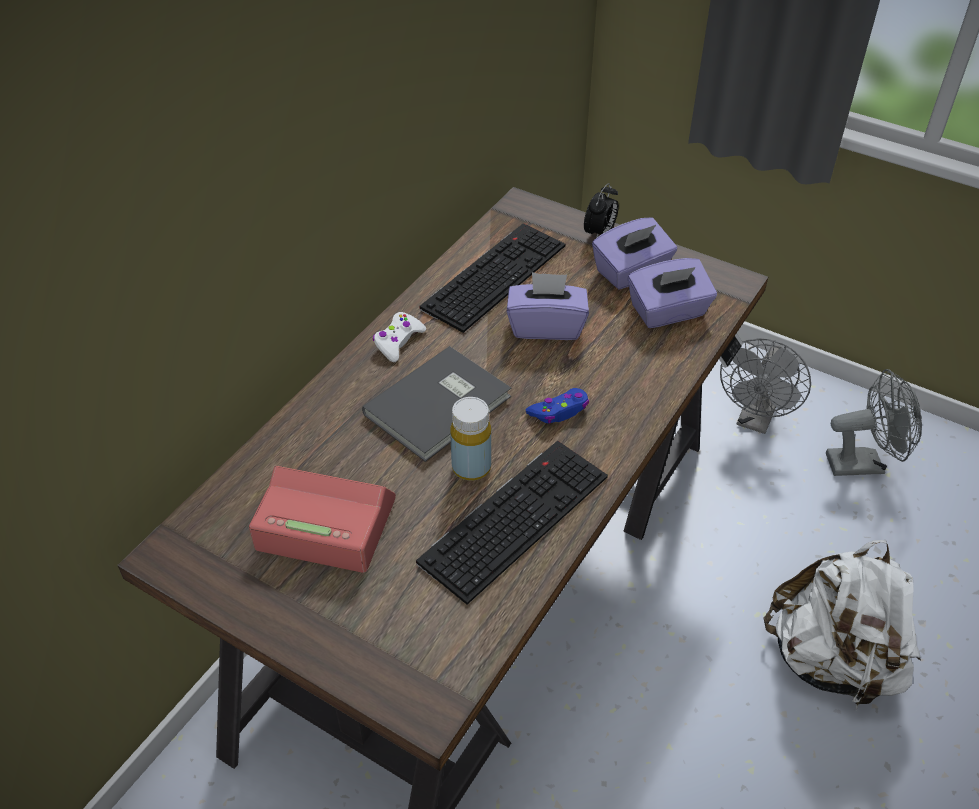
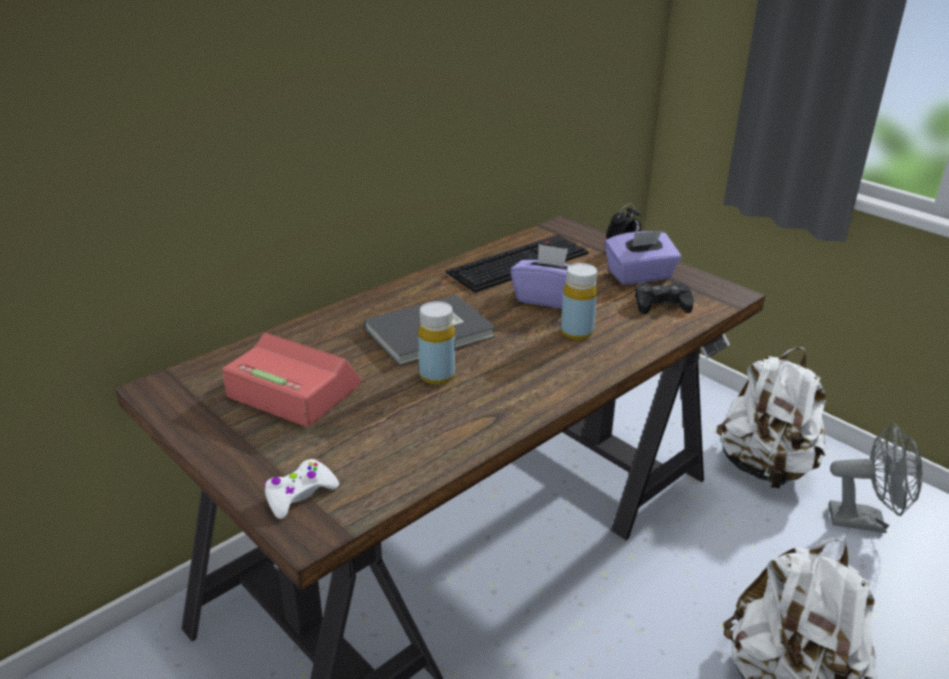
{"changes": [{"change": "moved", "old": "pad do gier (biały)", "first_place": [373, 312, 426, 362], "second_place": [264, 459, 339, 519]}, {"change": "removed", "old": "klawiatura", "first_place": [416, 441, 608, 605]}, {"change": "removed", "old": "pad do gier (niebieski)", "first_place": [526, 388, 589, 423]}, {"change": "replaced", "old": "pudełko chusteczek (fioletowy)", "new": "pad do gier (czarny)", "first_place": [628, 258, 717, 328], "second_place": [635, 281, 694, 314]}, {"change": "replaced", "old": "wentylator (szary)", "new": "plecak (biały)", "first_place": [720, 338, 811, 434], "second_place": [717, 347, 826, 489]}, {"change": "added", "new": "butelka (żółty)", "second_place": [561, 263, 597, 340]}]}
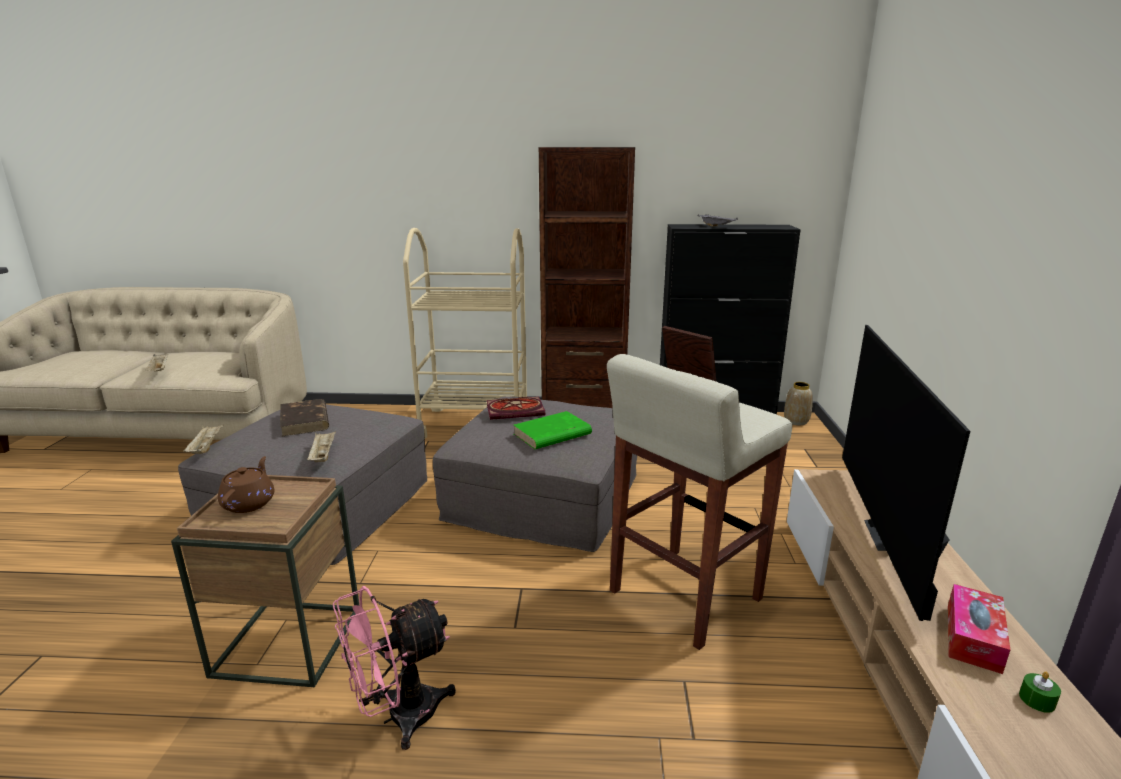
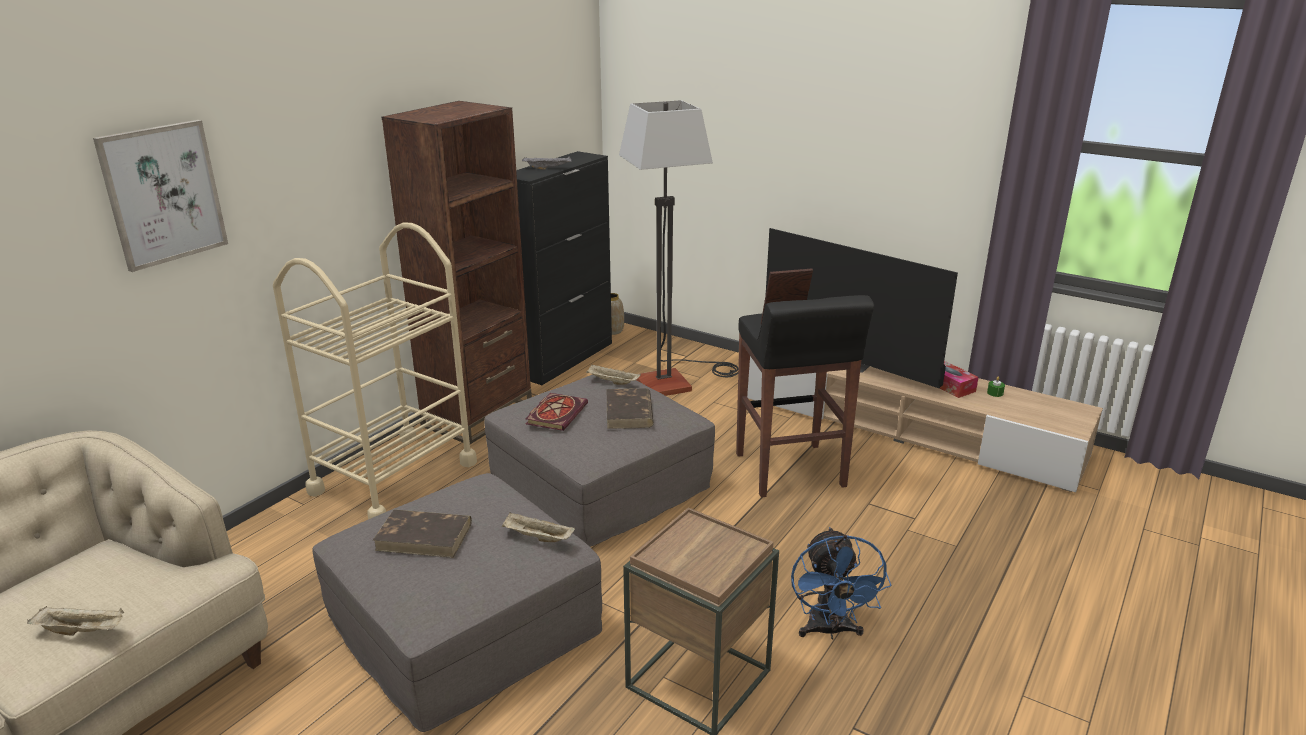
{"changes": [{"change": "moved", "old": "taca (beżowy)", "first_place": [183, 425, 224, 454], "second_place": [586, 365, 641, 385]}, {"change": "removed", "old": "imbryk (brązowy)", "first_place": [218, 456, 274, 513]}, {"change": "recoloured", "old": "wentylator (różowy)", "new": "wentylator (niebieski)", "first_place": [333, 586, 456, 750], "second_place": [791, 527, 891, 640]}, {"change": "recoloured", "old": "książka (zielony)", "new": "książka (brązowy)", "first_place": [513, 411, 592, 449], "second_place": [607, 388, 654, 429]}, {"change": "recoloured", "old": "stołek (beżowy)", "new": "stołek (czarny)", "first_place": [607, 354, 792, 650], "second_place": [736, 295, 874, 498]}, {"change": "added", "new": "obraz", "second_place": [93, 120, 228, 272]}, {"change": "added", "new": "lampa stojąca", "second_place": [619, 100, 738, 396]}]}
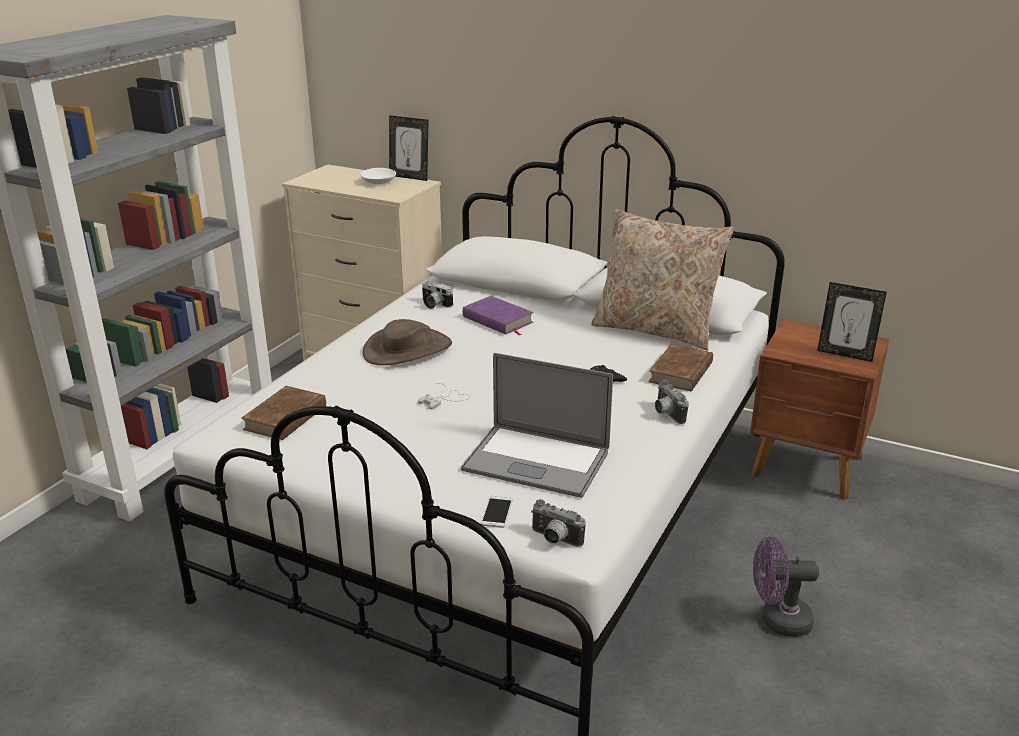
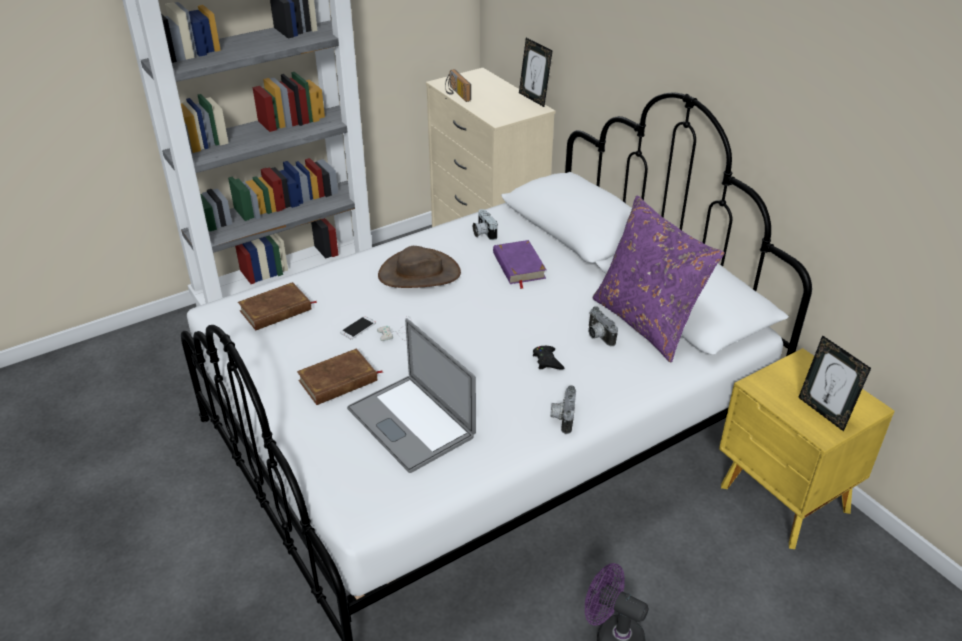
{"changes": [{"change": "removed", "old": "miska (biały)", "first_place": [360, 168, 396, 184]}, {"change": "moved", "old": "telefon", "first_place": [481, 496, 513, 528], "second_place": [340, 316, 376, 339]}, {"change": "moved", "old": "aparat fotograficzny", "first_place": [531, 499, 586, 547], "second_place": [588, 306, 618, 346]}, {"change": "recoloured", "old": "poduszka (beżowy)", "new": "poduszka (fioletowy)", "first_place": [591, 209, 734, 350], "second_place": [593, 195, 725, 363]}, {"change": "moved", "old": "książka (brązowy)", "first_place": [648, 344, 713, 391], "second_place": [297, 348, 383, 405]}, {"change": "recoloured", "old": "szafka nocna (brązowy)", "new": "szafka nocna (żółty)", "first_place": [750, 319, 889, 500], "second_place": [719, 348, 895, 549]}, {"change": "added", "new": "radio", "second_place": [445, 69, 471, 102]}]}
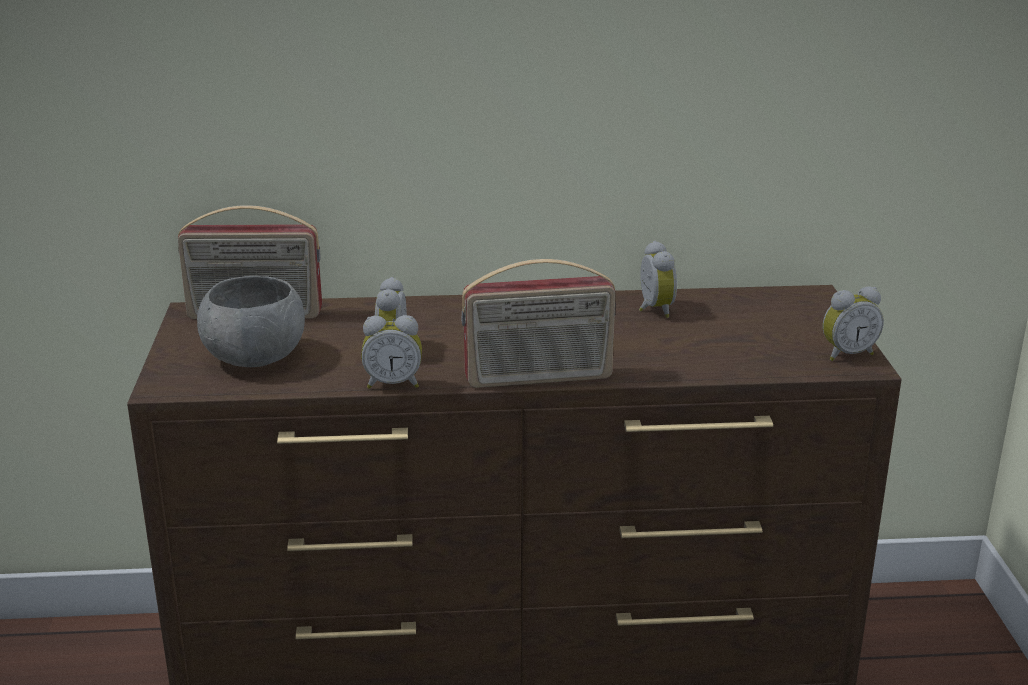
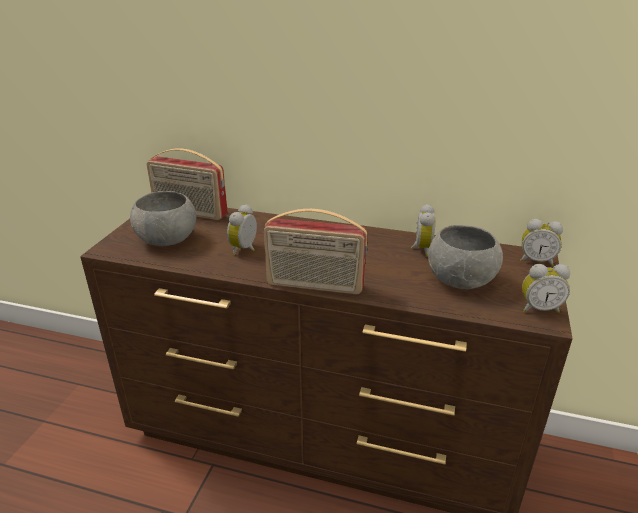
{"changes": [{"change": "moved", "old": "budzik", "first_place": [361, 315, 422, 389], "second_place": [520, 219, 563, 266]}, {"change": "added", "new": "miska (szary)", "second_place": [428, 225, 503, 289]}]}
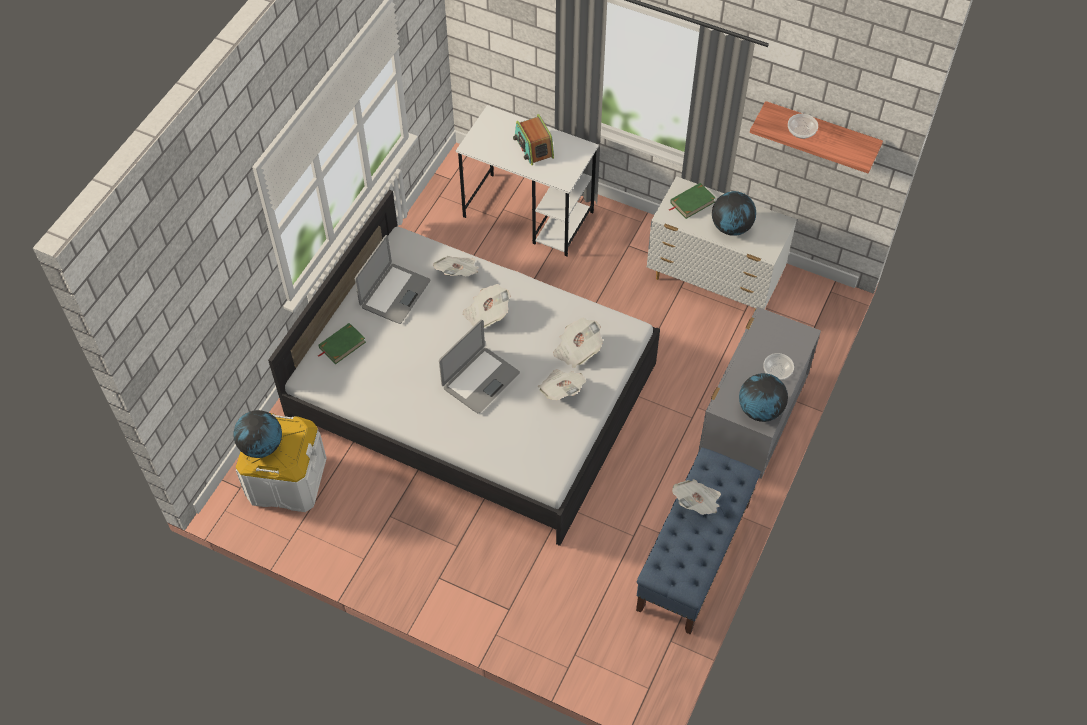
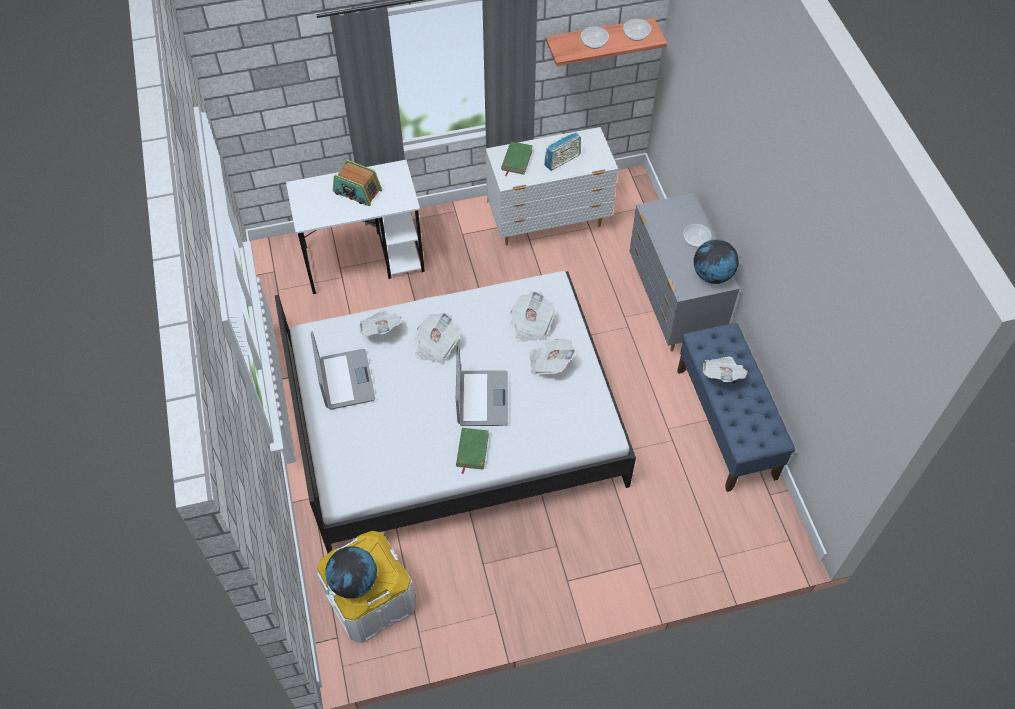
{"changes": [{"change": "moved", "old": "książka (zielony)", "first_place": [318, 323, 366, 364], "second_place": [456, 428, 489, 474]}, {"change": "replaced", "old": "globus", "new": "radio", "first_place": [712, 191, 756, 236], "second_place": [544, 131, 581, 171]}, {"change": "added", "new": "miska", "second_place": [623, 19, 651, 41]}]}
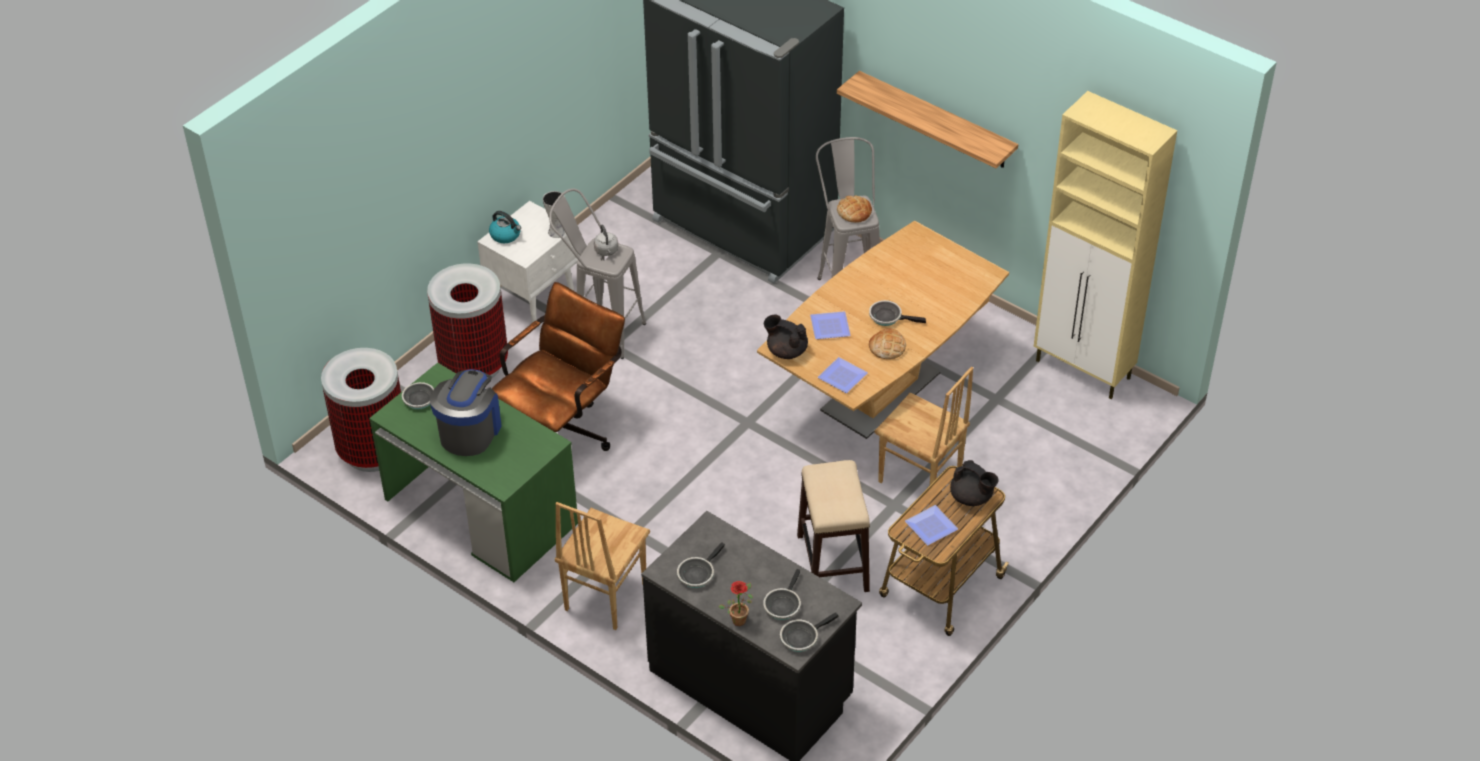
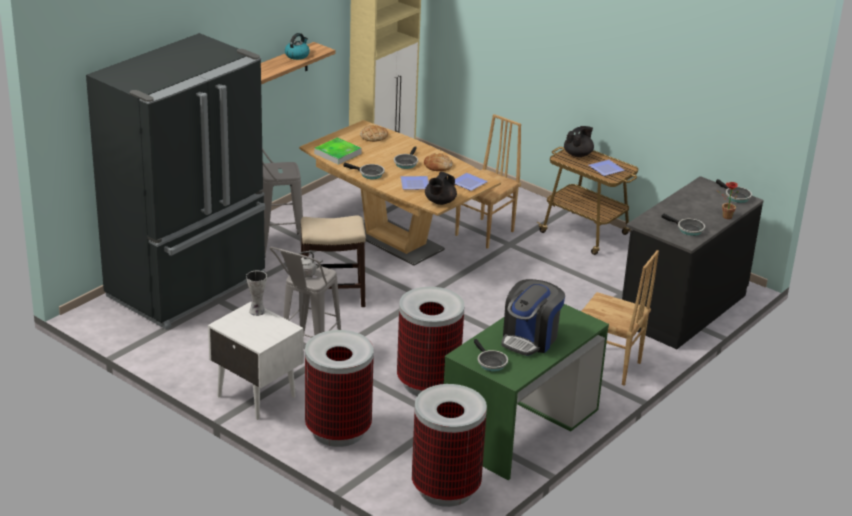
{"changes": [{"change": "turned", "old": "ekspres do kawy", "first_place": [429, 369, 502, 456], "second_place": [502, 279, 565, 356], "degrees": -75}, {"change": "moved", "old": "czajnik", "first_place": [489, 211, 521, 243], "second_place": [285, 33, 310, 60]}, {"change": "replaced", "old": "krzesło biurowe (brązowy)", "new": "kosz na śmieci", "first_place": [492, 282, 625, 451], "second_place": [397, 287, 464, 396]}, {"change": "moved", "old": "patelnia", "first_place": [763, 569, 801, 620], "second_place": [343, 163, 385, 179]}, {"change": "moved", "old": "stołek", "first_place": [797, 460, 870, 592], "second_place": [301, 215, 366, 307]}, {"change": "moved", "old": "chleb", "first_place": [837, 196, 872, 223], "second_place": [360, 125, 388, 142]}, {"change": "added", "new": "taca", "second_place": [314, 137, 362, 165]}]}
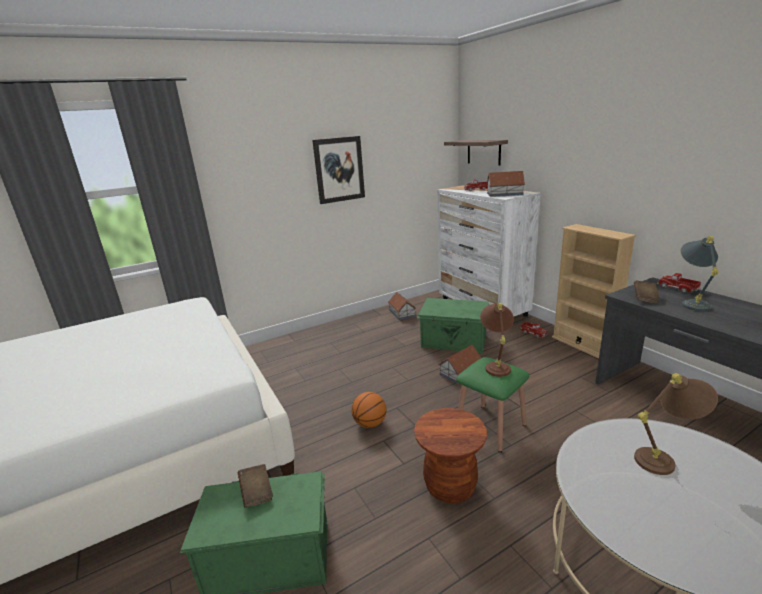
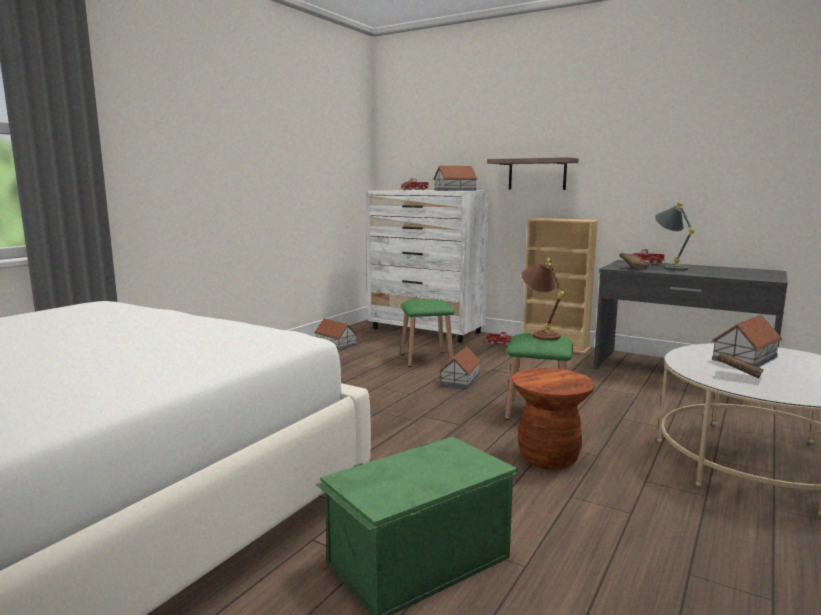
{"changes": [{"change": "moved", "old": "książka (brązowy)", "first_place": [238, 464, 273, 508], "second_place": [716, 352, 764, 379]}, {"change": "removed", "old": "obraz", "first_place": [312, 136, 365, 204]}, {"change": "removed", "old": "piłka do koszykówki", "first_place": [351, 392, 386, 428]}, {"change": "replaced", "old": "pojemnik do przechowywania (zielony)", "new": "stołek (zielony)", "first_place": [417, 298, 489, 353], "second_place": [401, 299, 454, 367]}, {"change": "moved", "old": "półka", "first_place": [444, 140, 508, 166], "second_place": [487, 157, 579, 190]}, {"change": "replaced", "old": "lampa stołowa (brązowy)", "new": "domek", "first_place": [634, 373, 718, 475], "second_place": [711, 315, 782, 367]}]}
